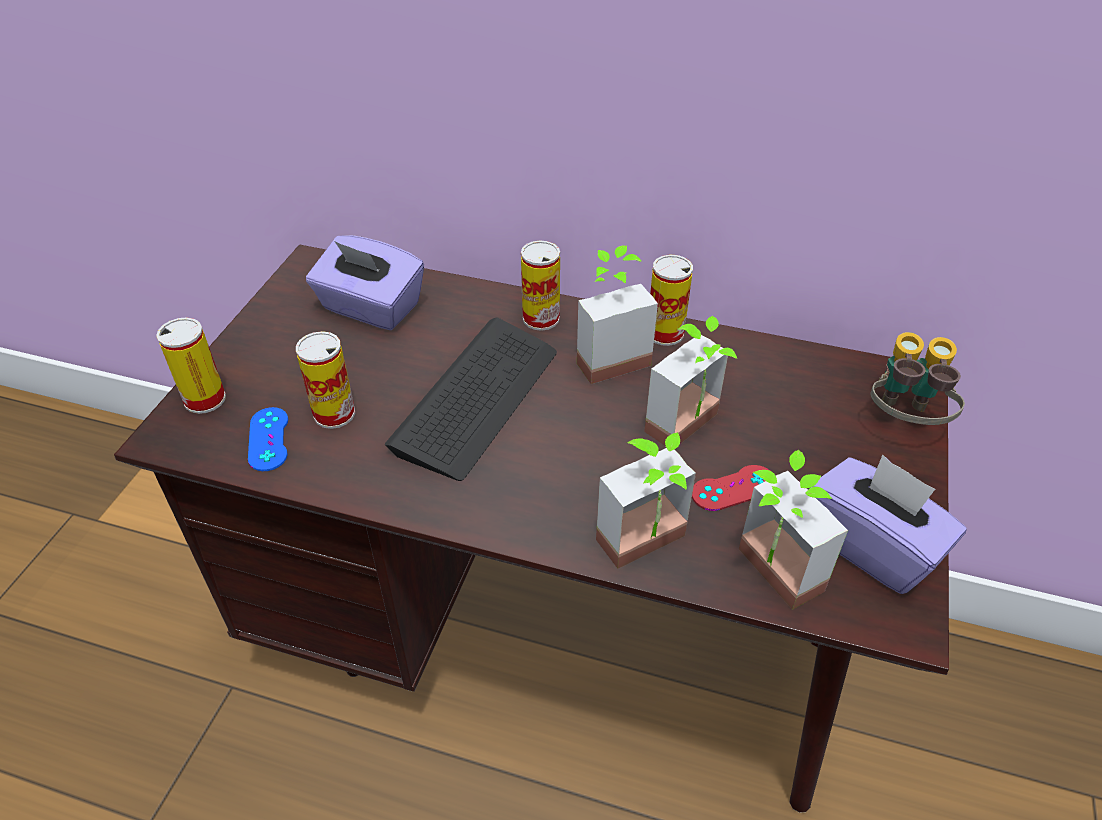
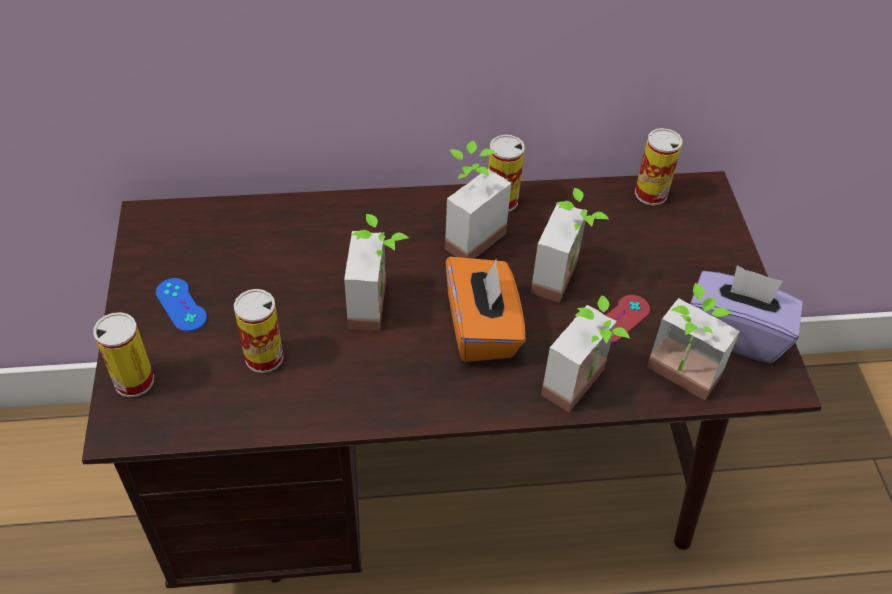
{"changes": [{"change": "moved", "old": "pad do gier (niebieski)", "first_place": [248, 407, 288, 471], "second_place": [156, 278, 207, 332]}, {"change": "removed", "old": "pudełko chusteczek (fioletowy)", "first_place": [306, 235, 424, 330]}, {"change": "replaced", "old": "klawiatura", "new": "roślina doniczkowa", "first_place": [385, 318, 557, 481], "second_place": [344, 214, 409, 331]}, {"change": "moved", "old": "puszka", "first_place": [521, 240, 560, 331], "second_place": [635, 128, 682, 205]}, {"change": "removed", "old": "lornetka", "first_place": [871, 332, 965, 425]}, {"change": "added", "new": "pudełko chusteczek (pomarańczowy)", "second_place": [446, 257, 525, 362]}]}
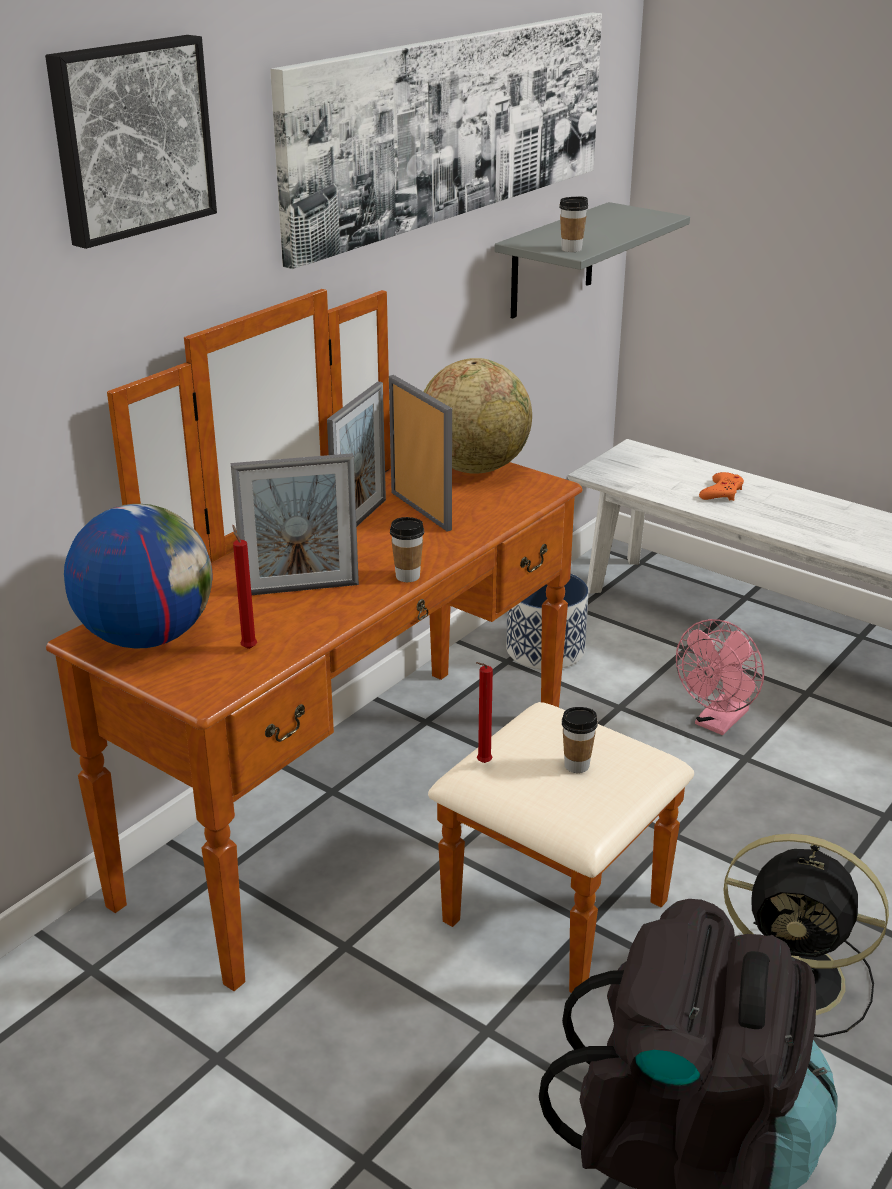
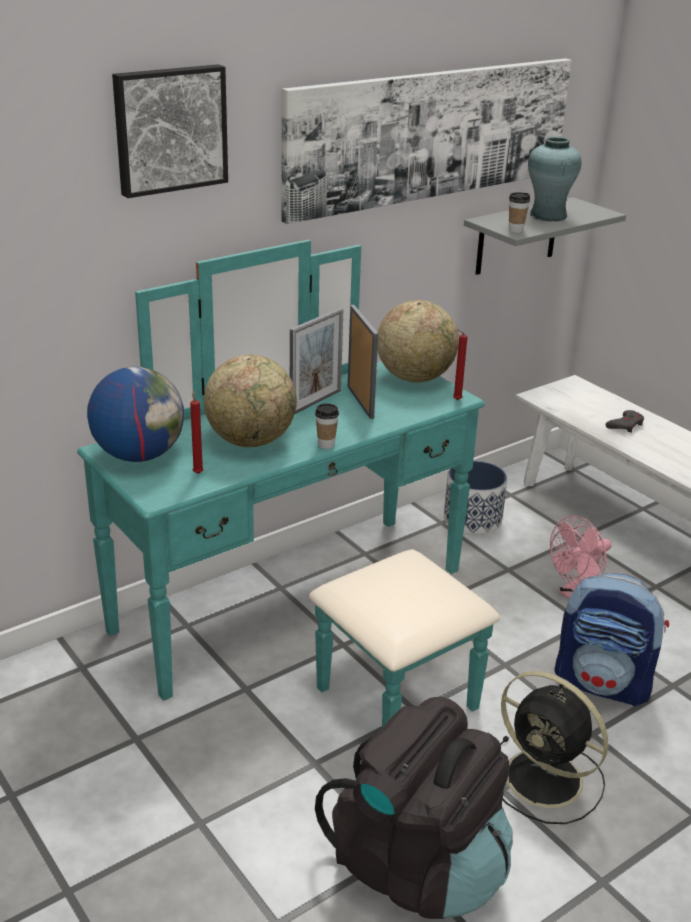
{"changes": [{"change": "recoloured", "old": "komoda (brązowy)", "new": "komoda (turkusowy)", "first_place": [46, 289, 694, 998], "second_place": [77, 240, 500, 728]}, {"change": "replaced", "old": "ramka na zdjęcie", "new": "globus", "first_place": [231, 453, 359, 595], "second_place": [204, 355, 297, 447]}, {"change": "moved", "old": "świeca (czerwony)", "first_place": [476, 662, 493, 763], "second_place": [453, 329, 467, 400]}, {"change": "removed", "old": "filiżanka", "first_place": [562, 707, 598, 773]}, {"change": "recoloured", "old": "pad do gier (pomarańczowy)", "new": "pad do gier (szary)", "first_place": [699, 472, 744, 501], "second_place": [606, 410, 644, 433]}, {"change": "added", "new": "wazon (turkusowy)", "second_place": [528, 137, 582, 221]}, {"change": "added", "new": "plecak", "second_place": [555, 573, 669, 706]}]}
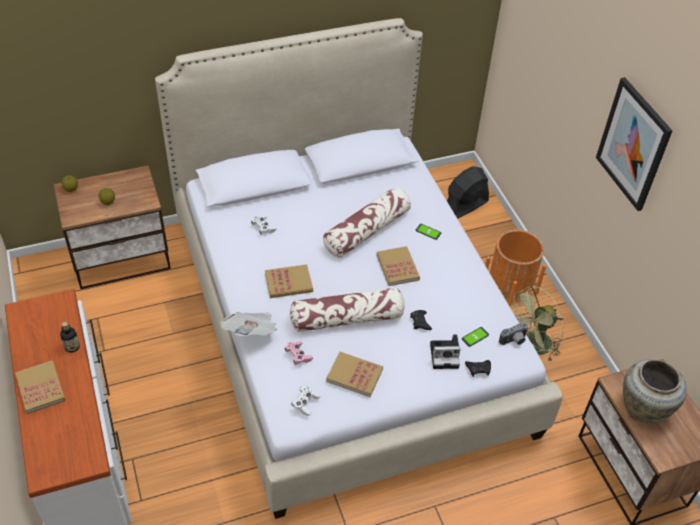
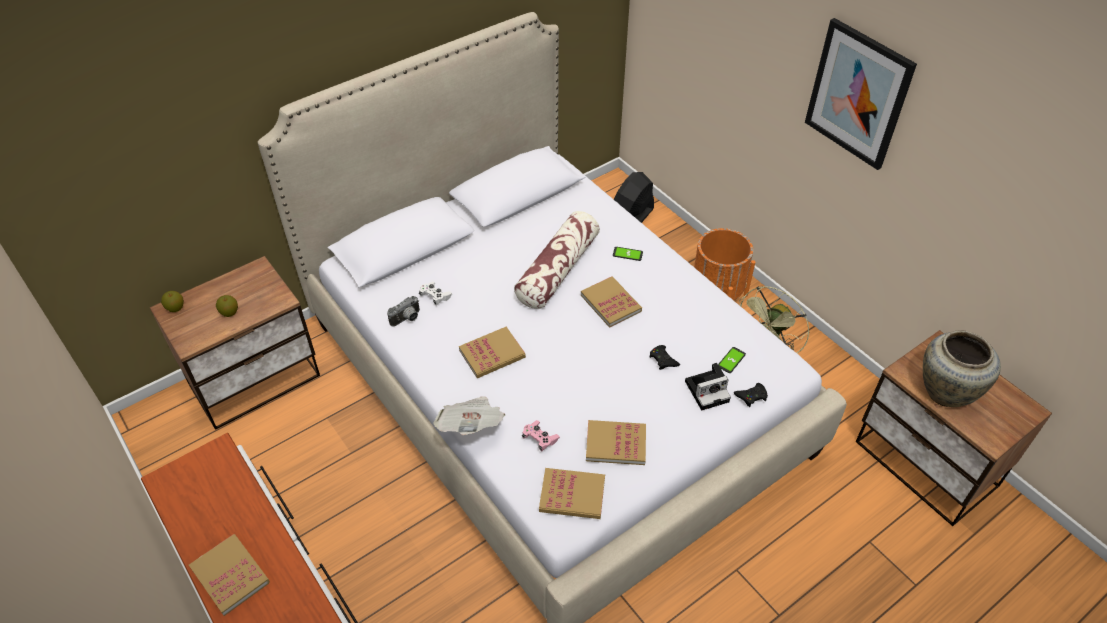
{"changes": [{"change": "removed", "old": "butelka", "first_place": [60, 322, 80, 353]}, {"change": "removed", "old": "poduszka", "first_place": [290, 287, 405, 332]}, {"change": "replaced", "old": "pad do gier (biały)", "new": "książka", "first_place": [291, 386, 320, 416], "second_place": [539, 468, 605, 519]}, {"change": "moved", "old": "aparat fotograficzny", "first_place": [499, 323, 528, 345], "second_place": [387, 296, 420, 327]}]}
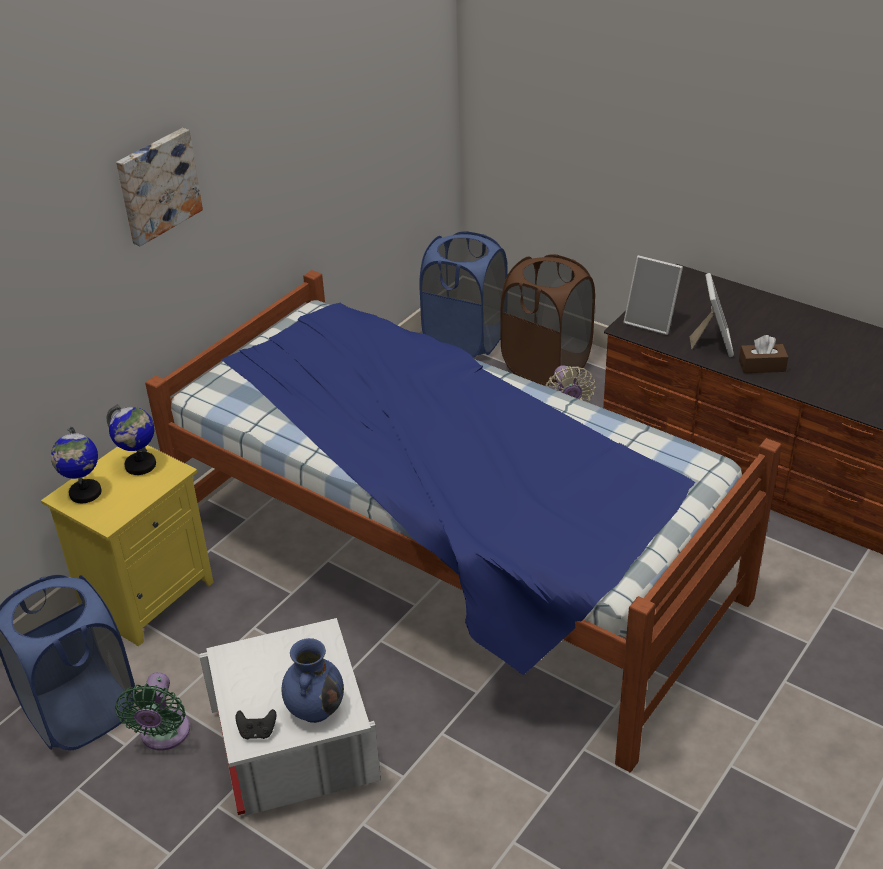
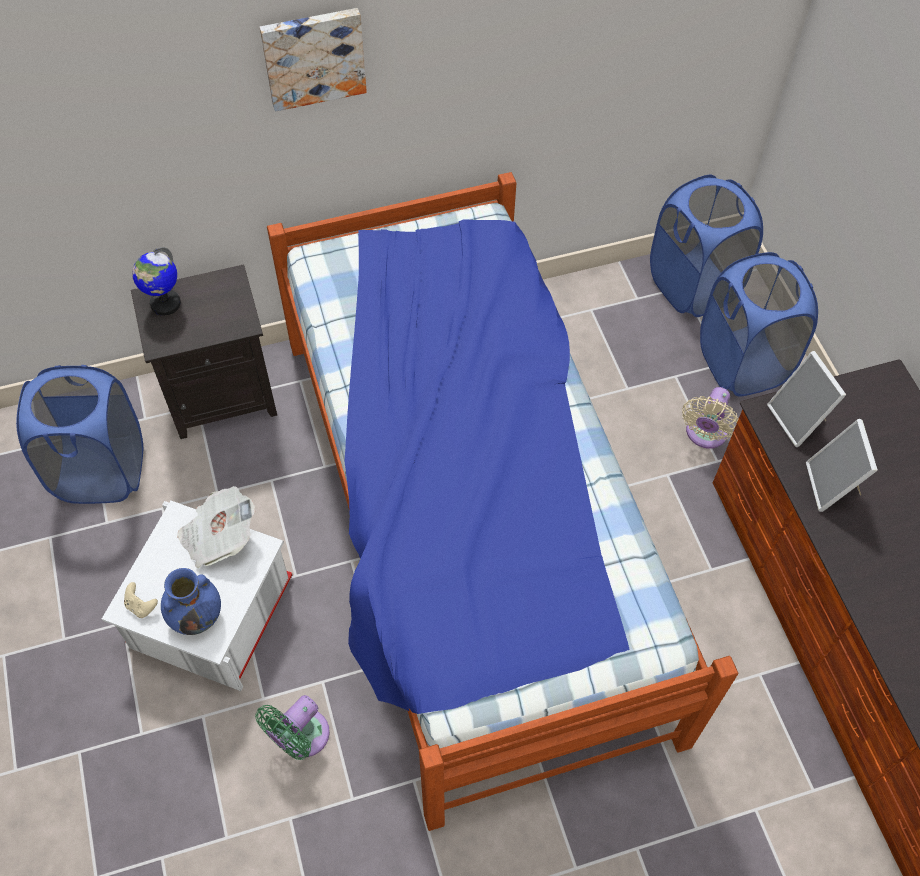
{"changes": [{"change": "recoloured", "old": "szafka nocna (żółty)", "new": "szafka nocna (czarny)", "first_place": [41, 445, 214, 646], "second_place": [131, 264, 277, 439]}, {"change": "removed", "old": "globus", "first_place": [107, 404, 156, 475]}, {"change": "moved", "old": "wentylator (zielony)", "first_place": [115, 672, 190, 750], "second_place": [255, 695, 330, 760]}, {"change": "recoloured", "old": "pad do gier (czarny)", "new": "pad do gier (beżowy)", "first_place": [236, 709, 276, 739], "second_place": [124, 582, 158, 618]}, {"change": "recoloured", "old": "kosz na pranie (brązowy)", "new": "kosz na pranie (niebieski)", "first_place": [501, 254, 595, 386], "second_place": [700, 252, 818, 397]}, {"change": "turned", "old": "ramka na zdjęcie", "first_place": [690, 273, 734, 357], "second_place": [806, 419, 878, 512], "degrees": 135}, {"change": "removed", "old": "pudełko chusteczek (brązowy)", "first_place": [739, 335, 788, 373]}, {"change": "added", "new": "gazeta", "second_place": [177, 486, 256, 568]}]}
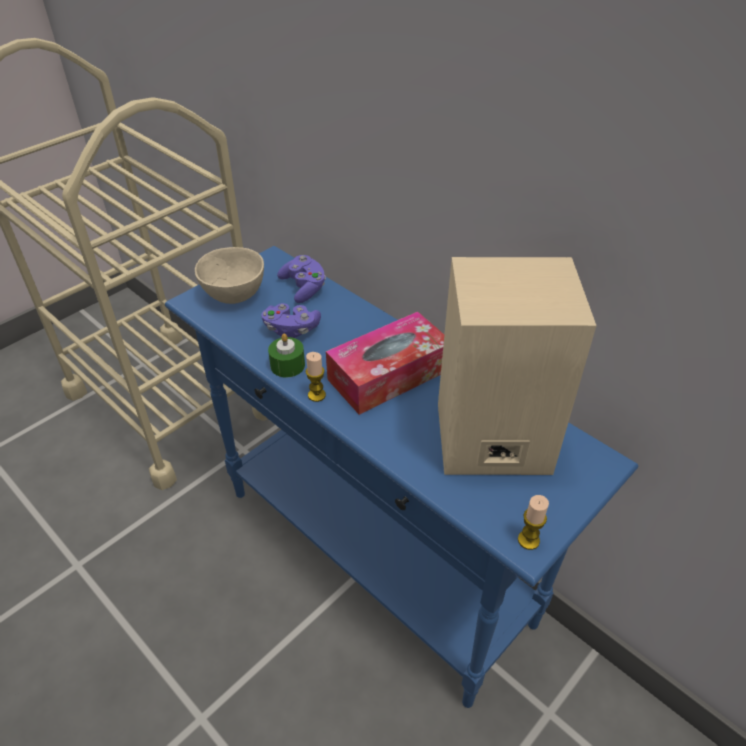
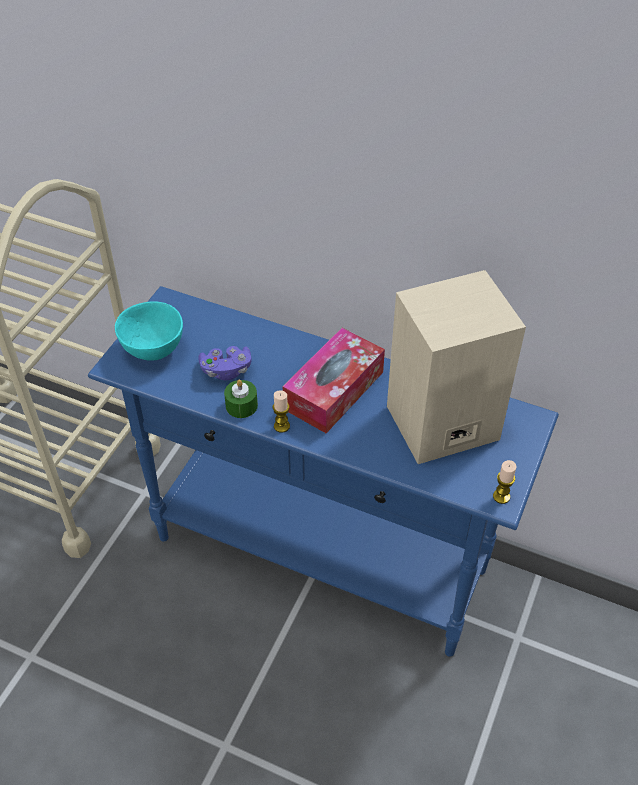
{"changes": [{"change": "recoloured", "old": "miska (beżowy)", "new": "miska (turkusowy)", "first_place": [195, 247, 264, 304], "second_place": [115, 301, 183, 361]}, {"change": "removed", "old": "pad do gier (fioletowy)", "first_place": [277, 255, 326, 303]}]}
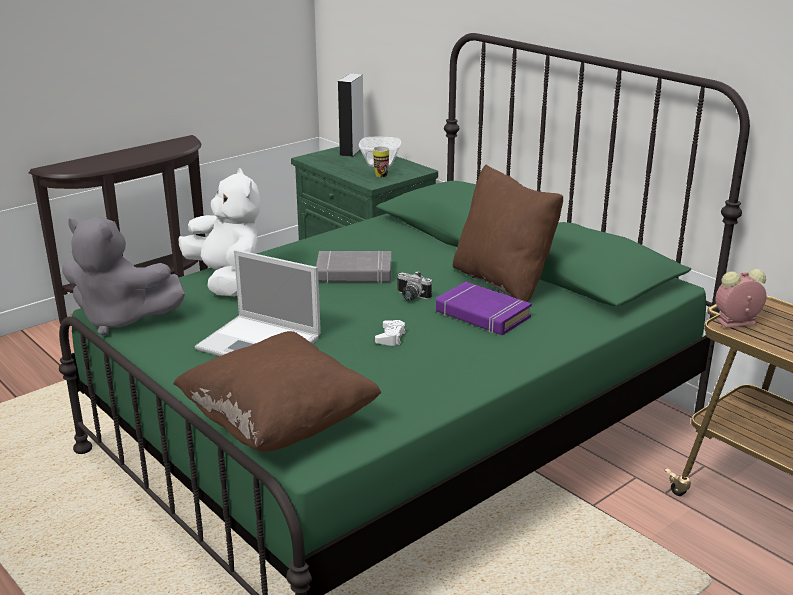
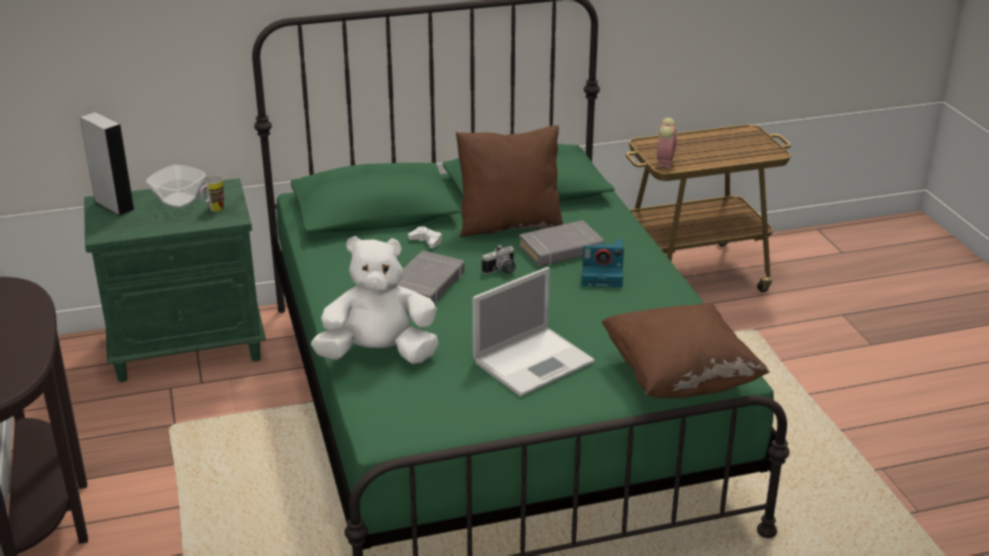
{"changes": [{"change": "removed", "old": "pluszak (szary)", "first_place": [62, 217, 185, 336]}, {"change": "moved", "old": "pad do gier (biały)", "first_place": [375, 320, 406, 346], "second_place": [408, 226, 442, 248]}, {"change": "recoloured", "old": "książka (fioletowy)", "new": "książka (szary)", "first_place": [436, 282, 532, 335], "second_place": [519, 220, 604, 267]}, {"change": "added", "new": "aparat fotograficzny", "second_place": [582, 239, 624, 288]}]}
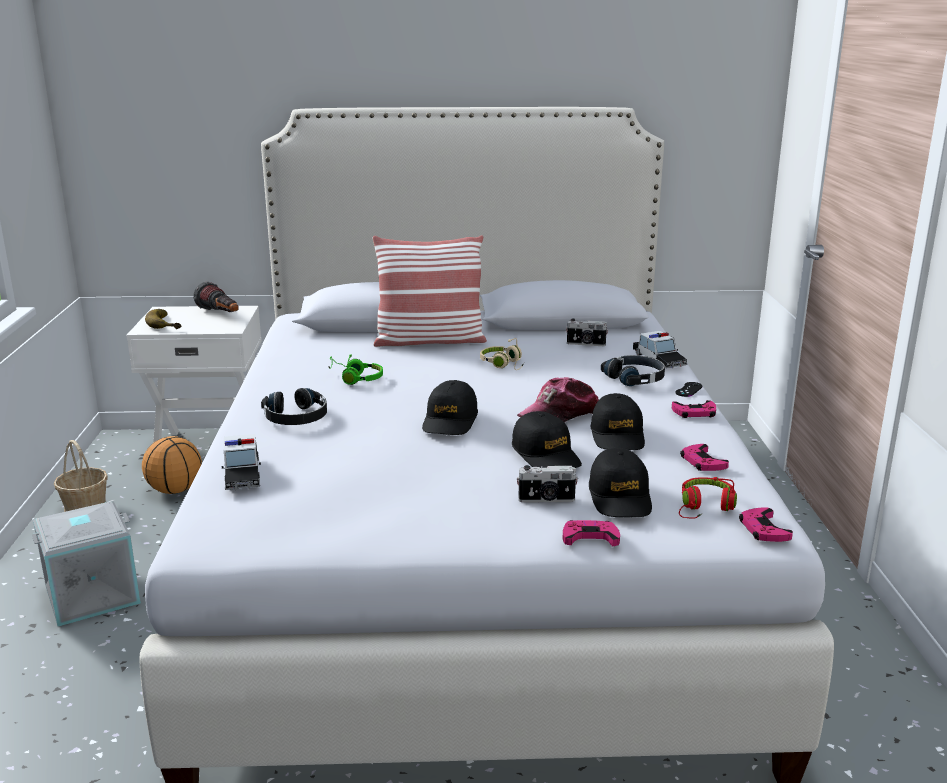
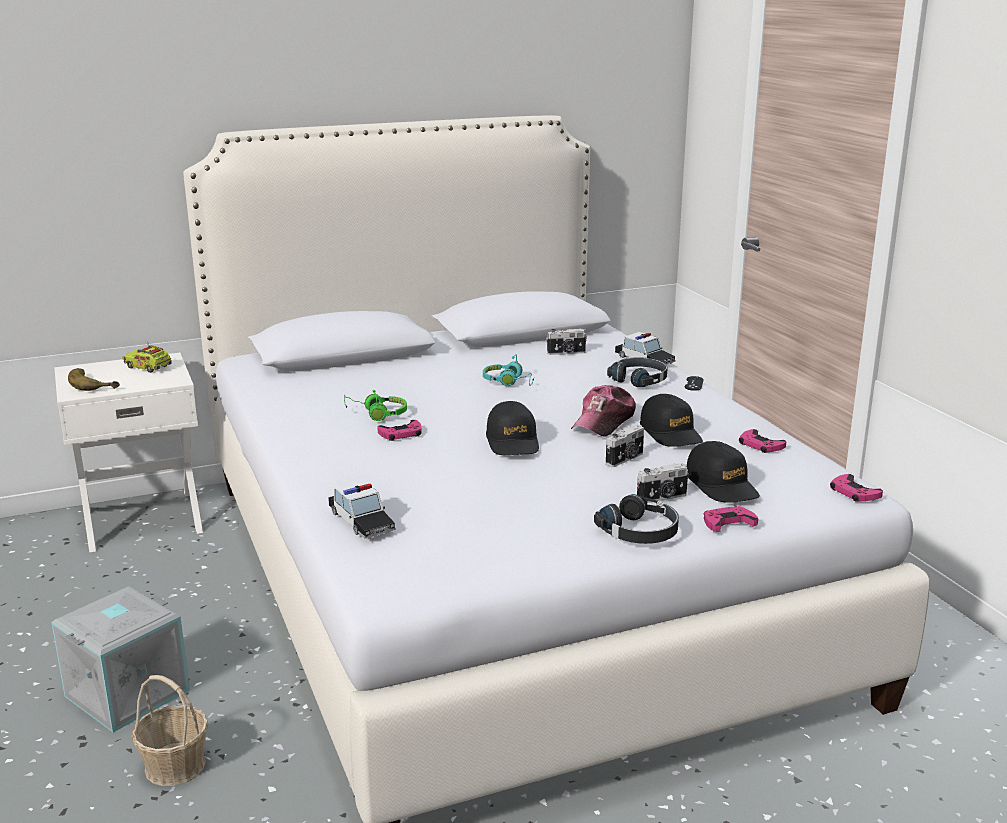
{"changes": [{"change": "moved", "old": "koszyk", "first_place": [54, 440, 108, 512], "second_place": [132, 675, 208, 786]}, {"change": "removed", "old": "piłka do koszykówki", "first_place": [142, 436, 202, 494]}, {"change": "replaced", "old": "latarka", "new": "ciężarówka zabawkowa", "first_place": [194, 282, 239, 312], "second_place": [122, 341, 172, 373]}, {"change": "moved", "old": "słuchawki (czarny)", "first_place": [261, 388, 327, 425], "second_place": [594, 494, 679, 544]}, {"change": "removed", "old": "poduszka", "first_place": [373, 235, 487, 347]}, {"change": "recoloured", "old": "słuchawki (beżowy)", "new": "słuchawki (turkusowy)", "first_place": [480, 338, 524, 370], "second_place": [483, 354, 534, 386]}, {"change": "replaced", "old": "czapka z daszkiem (czarny)", "new": "aparat fotograficzny", "first_place": [512, 411, 582, 468], "second_place": [606, 425, 644, 467]}, {"change": "moved", "old": "pad do gier (różowy)", "first_place": [672, 400, 716, 418], "second_place": [377, 420, 422, 441]}, {"change": "removed", "old": "słuchawki (czerwony)", "first_place": [679, 477, 737, 519]}]}
